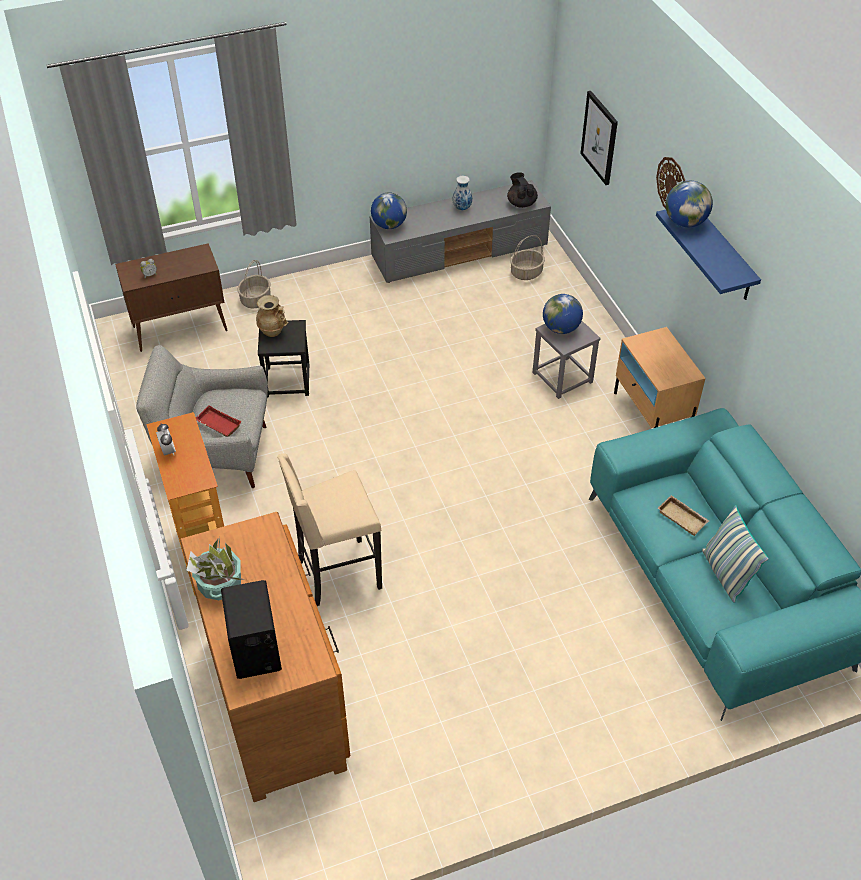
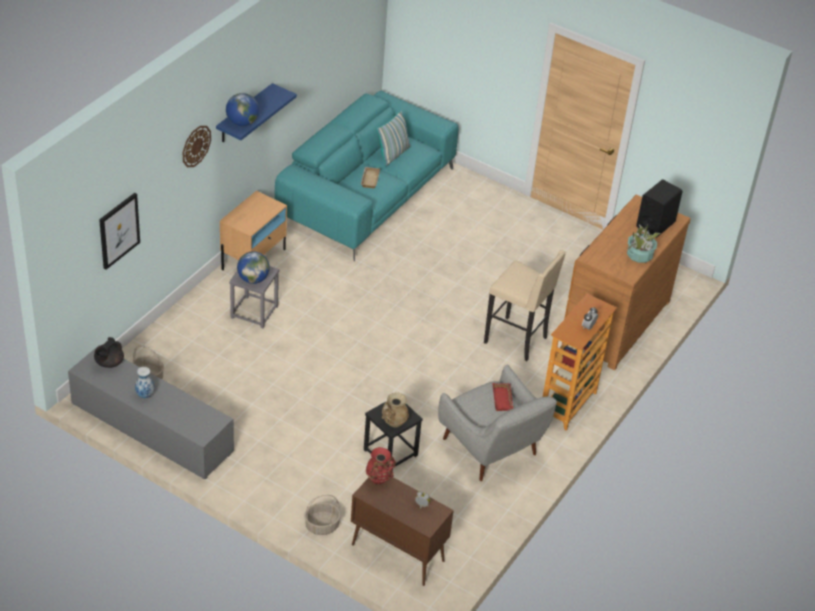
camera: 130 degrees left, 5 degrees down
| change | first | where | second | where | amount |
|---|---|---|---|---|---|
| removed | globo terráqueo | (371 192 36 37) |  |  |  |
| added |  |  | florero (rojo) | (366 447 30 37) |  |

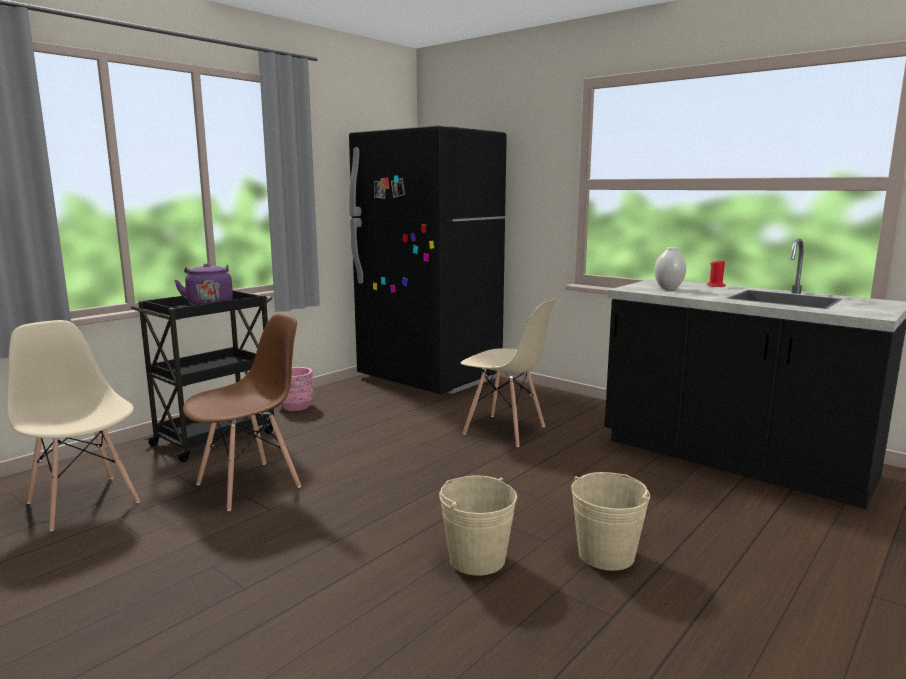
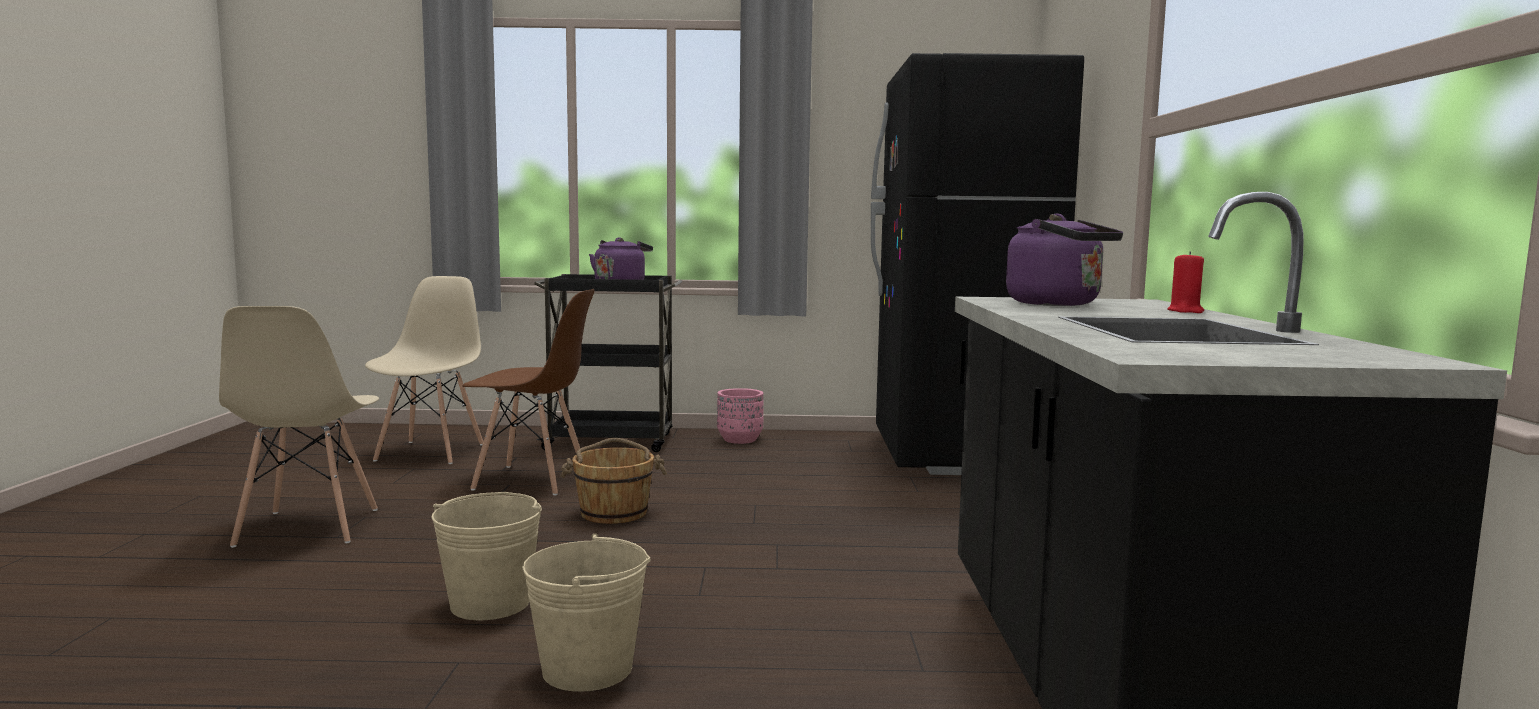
camera: 50 degrees right, 5 degrees down
| change | first | where | second | where | amount |
|---|---|---|---|---|---|
| added |  |  | cubo (marrón) | (560 438 107 86) |  |
| moved | silla (beis) | (461 299 95 148) |  | (219 306 160 242) |  |
| replaced | florero (blanco) | (654 247 32 43) | hervidor (morado) | (1006 214 117 92) |  |

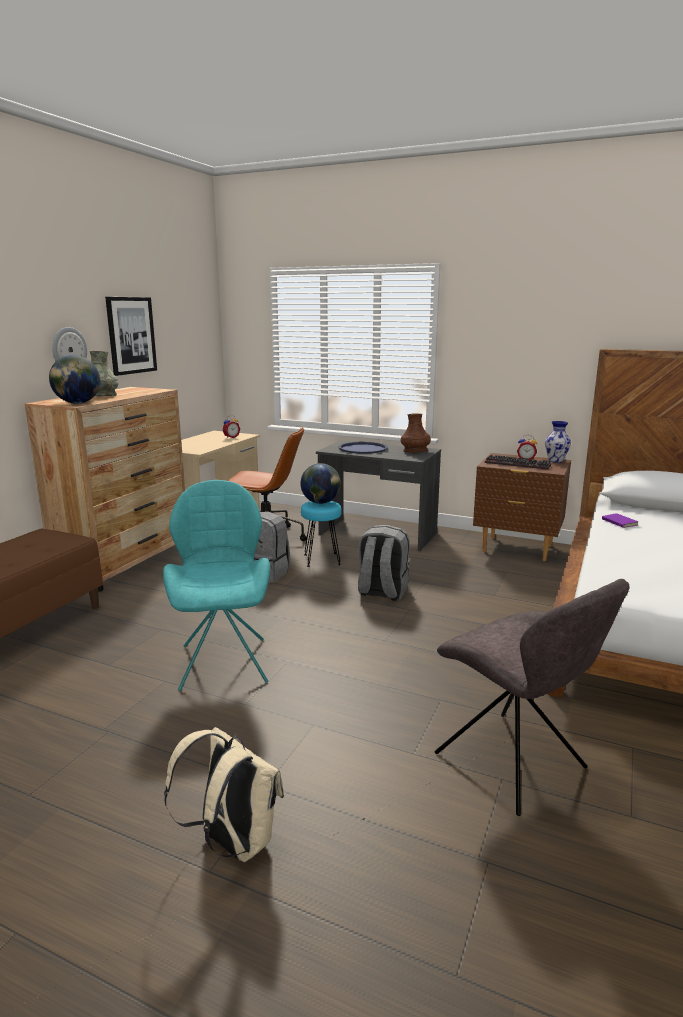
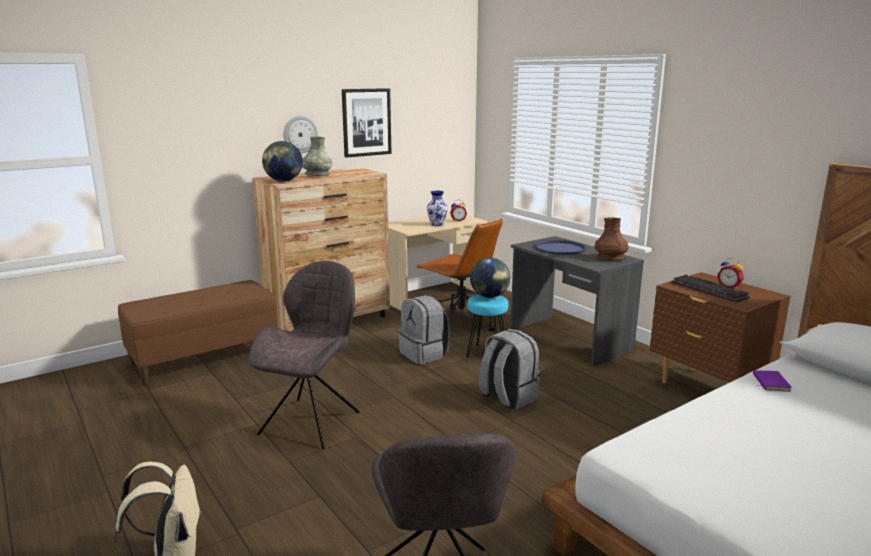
camera: 30 degrees right, 0 degrees up
| change | first | where | second | where | amount |
|---|---|---|---|---|---|
| moved | florero | (545 421 26 42) |  | (427 191 21 35) |  |
| recoloured | silla (turquesa) | (163 480 107 211) | silla (gris) | (248 261 112 188) |  |

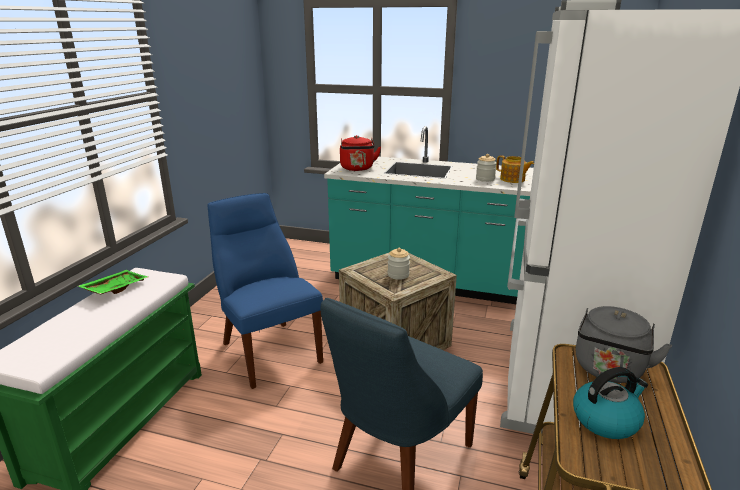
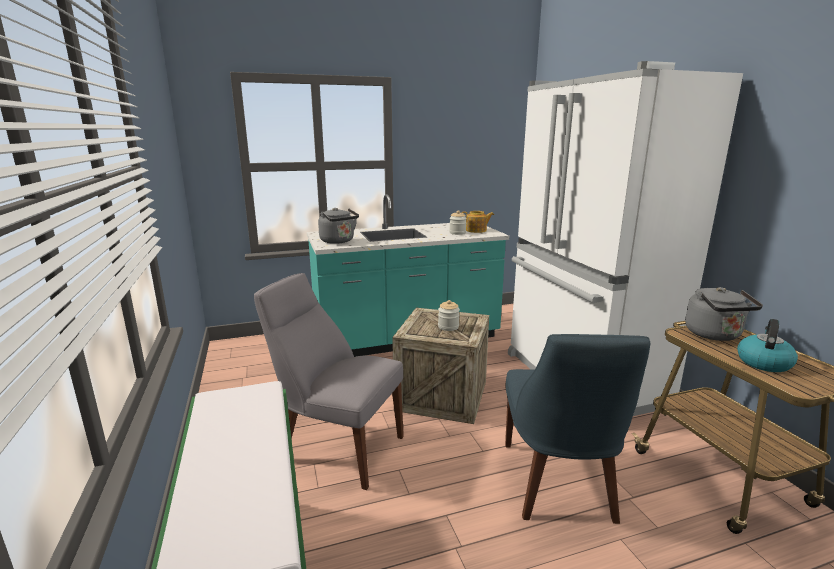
camera: 35 degrees left, 5 degrees down
| change | first | where | second | where | amount |
|---|---|---|---|---|---|
| removed | bandeja (verde) | (78 270 70 24) |  |  |  |
| recoloured | silla (azul) | (208 193 115 196) | silla (gris) | (254 273 150 217) |  |
| recoloured | hervidor (rojo) | (340 135 41 36) | hervidor (gris) | (318 208 41 36) |  |

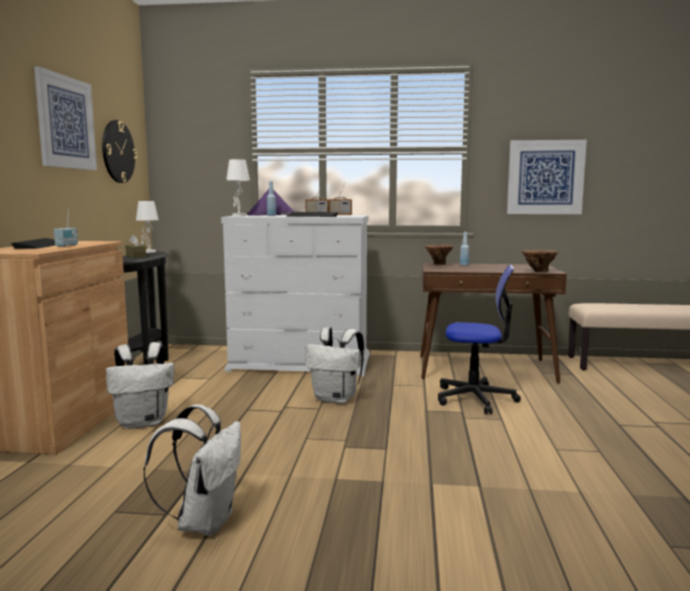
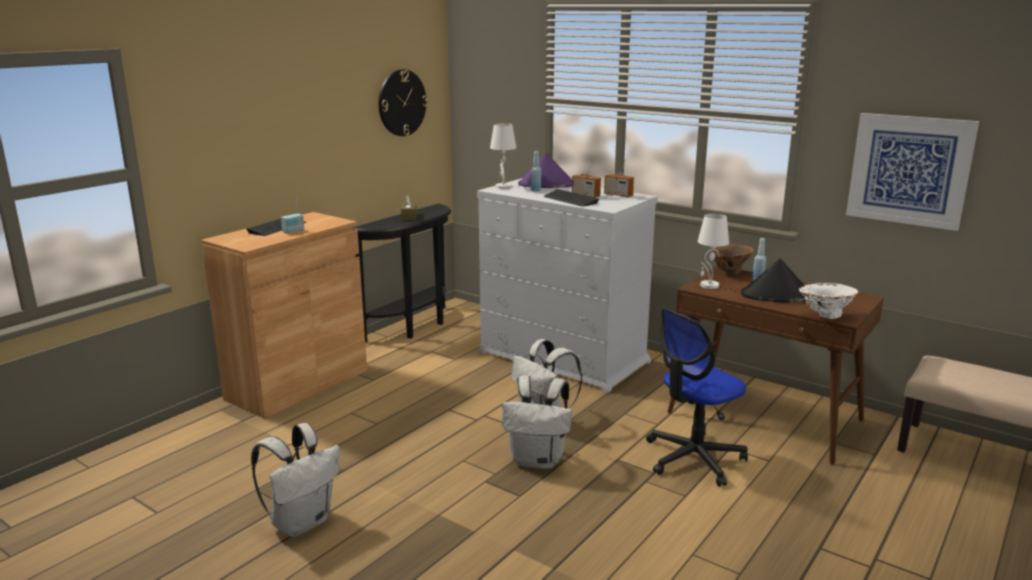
camera: 30 degrees right, 10 degrees up
| change | first | where | second | where | amount |
|---|---|---|---|---|---|
| removed | cuadro | (34 66 63 104) |  |  |  |
| added |  |  | sombrero (negro) | (741 258 65 45) |  |
| moved | mochila (blanco) | (106 342 68 87) |  | (502 376 70 93) |  |
| moved | lámpara de mesa (blanco) | (136 201 23 52) |  | (698 213 31 76) |  |
| recoloured | florero (marrón) | (522 250 36 22) | florero (blanco) | (799 283 60 36) |  |
| turned | silla de oficina | (438 264 83 150) |  | (646 308 102 179) | 105 degrees clockwise |

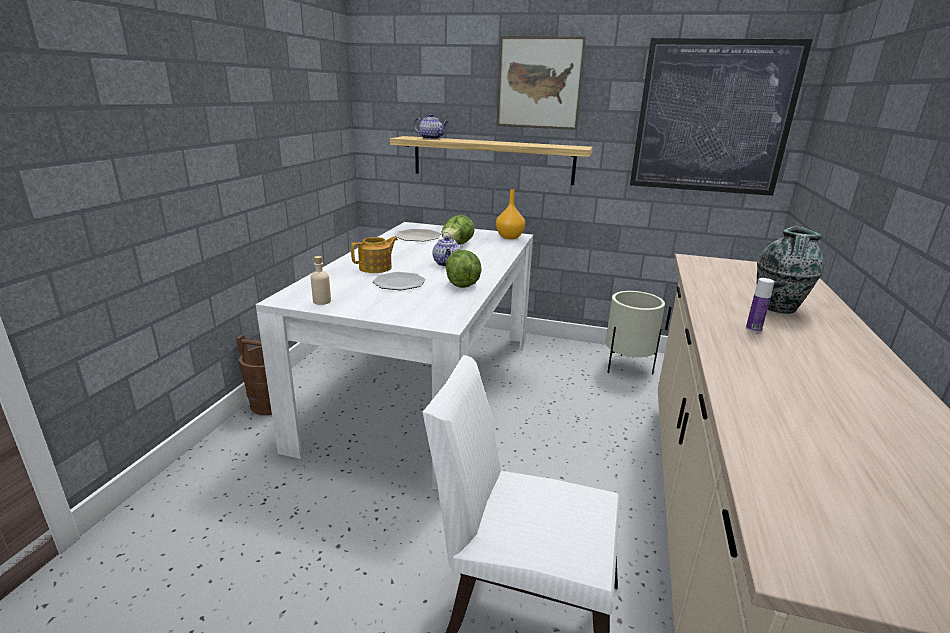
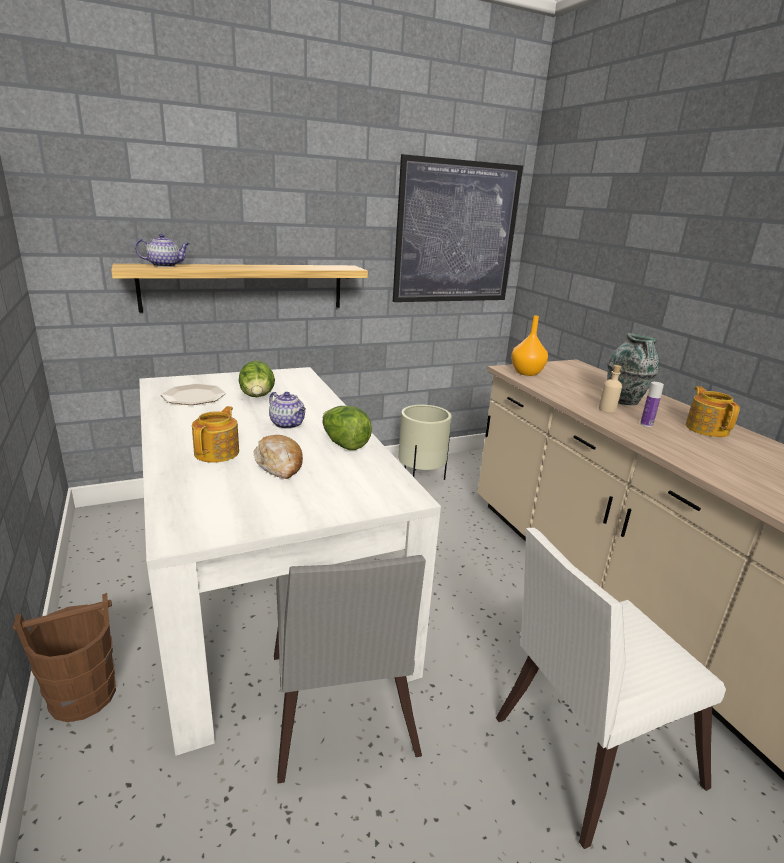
camera: 40 degrees left, 0 degrees up
| change | first | where | second | where | amount |
|---|---|---|---|---|---|
| removed | cuadro | (496 36 90 94) |  |  |  |
| added |  |  | silla (gris) | (274 555 152 229) |  |
| added |  |  | tetera | (685 386 55 51) |  |
| moved | botella (beis) | (311 256 20 49) |  | (599 365 23 48) |  |
| moved | florero (naranja) | (496 189 29 50) |  | (511 315 37 61) |  |
| replaced | plato | (372 272 54 18) | pan | (254 435 49 44) |  |

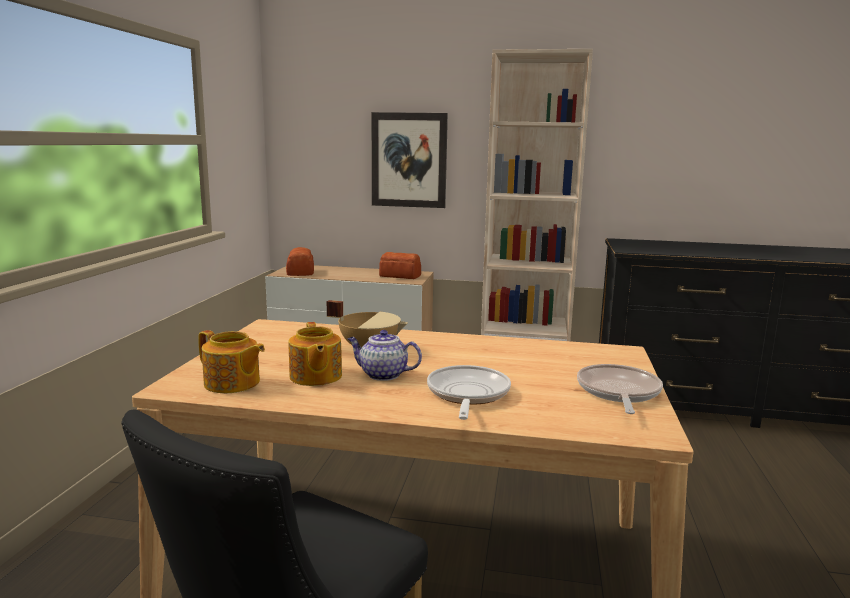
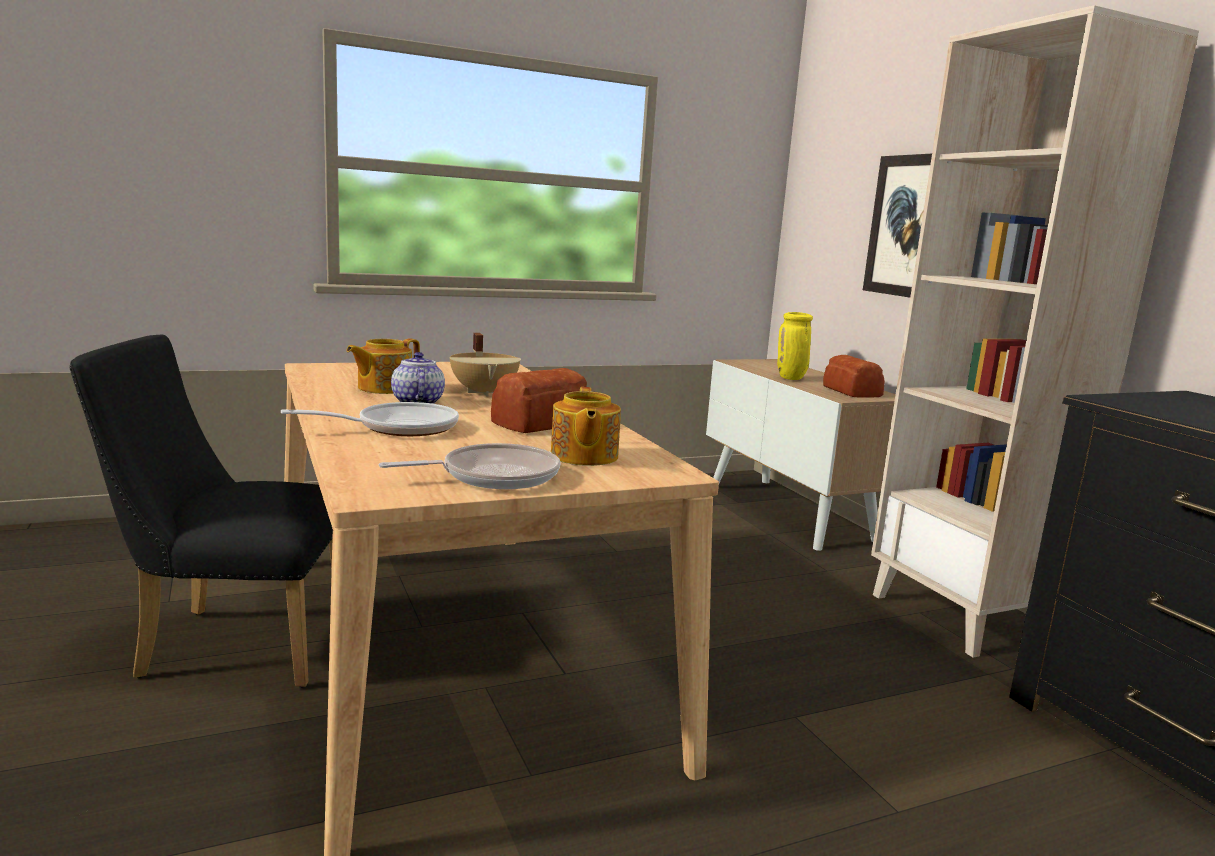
camera: 55 degrees right, 0 degrees up
| change | first | where | second | where | amount |
|---|---|---|---|---|---|
| added |  |  | florero (amarillo) | (777 312 36 68) |  |
| moved | tetera | (198 330 67 63) |  | (551 387 70 79) |  |
| moved | pan | (286 247 28 29) |  | (491 368 96 65) |  |

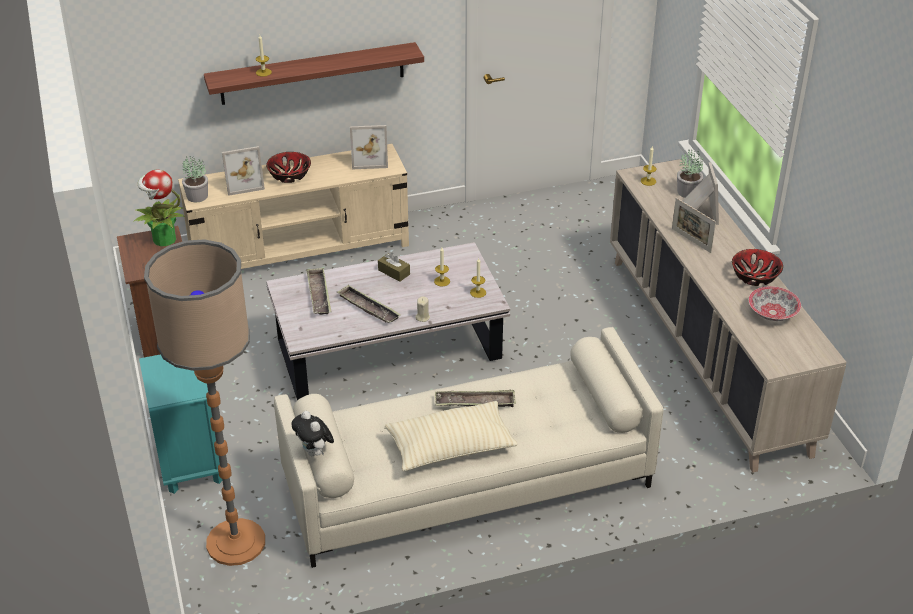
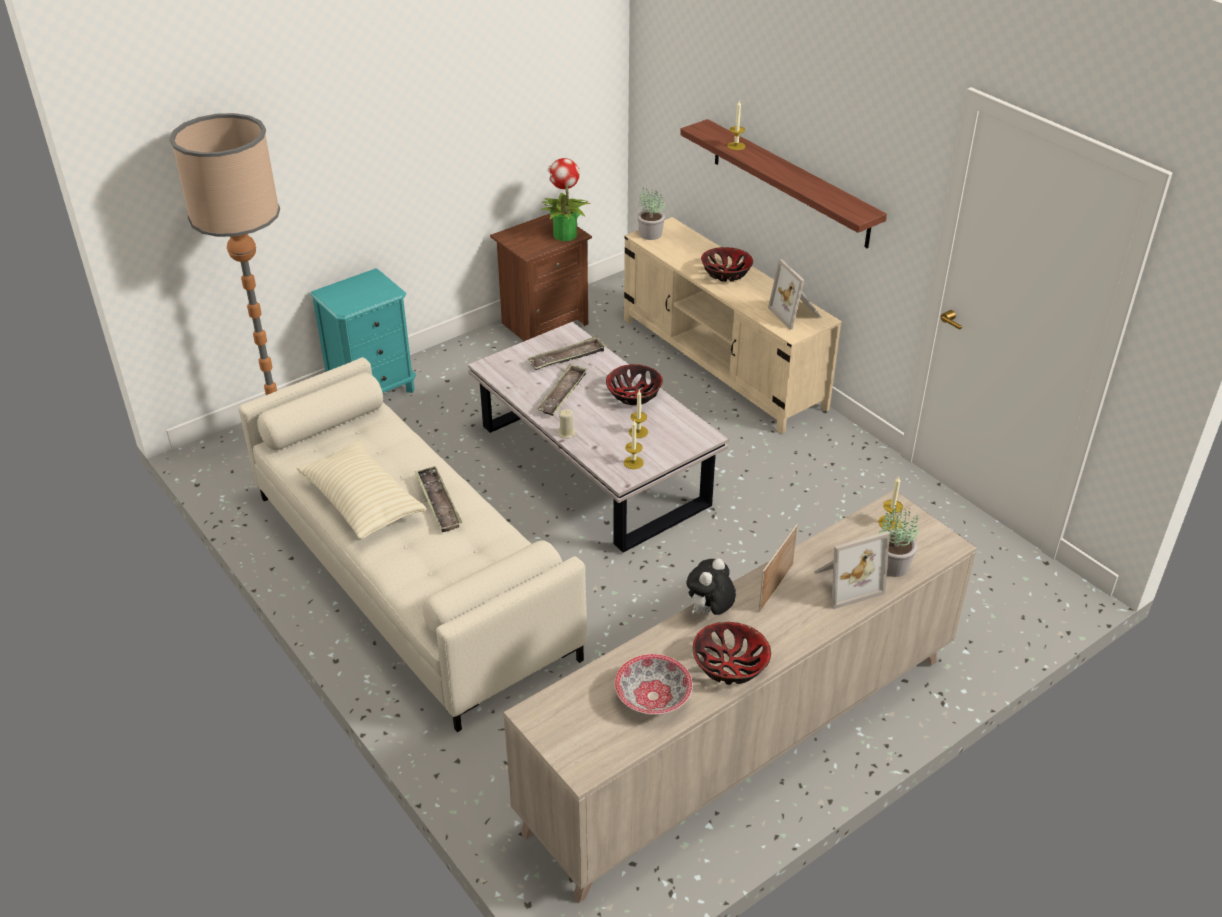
camera: 70 degrees right, 0 degrees up
| change | first | where | second | where | amount |
|---|---|---|---|---|---|
| removed | portarretratos | (222 146 43 50) |  |  |  |
| moved | peluche | (292 411 42 45) |  | (686 558 50 57) |  |
| replaced | caja de pañuelos (marrón) | (378 253 32 29) | cuenco | (606 364 57 41) |  |

